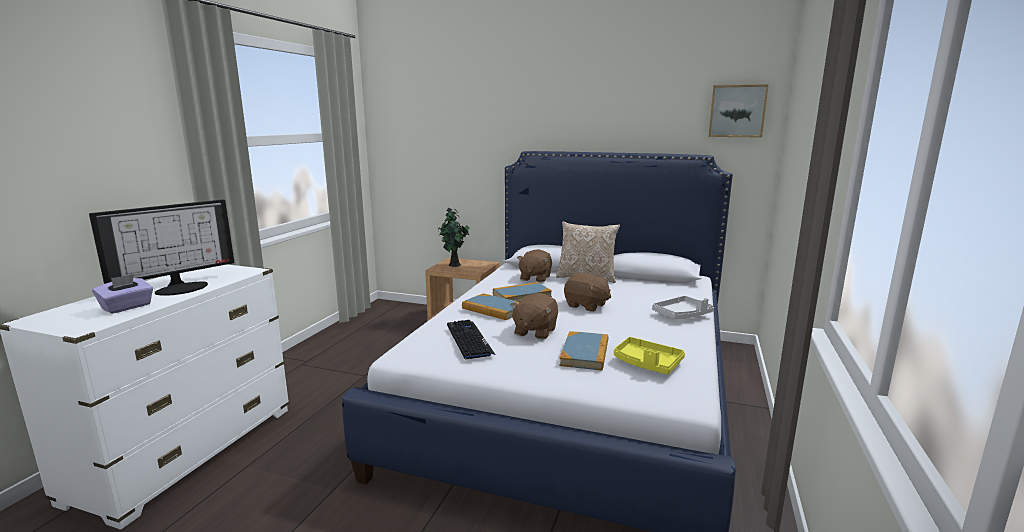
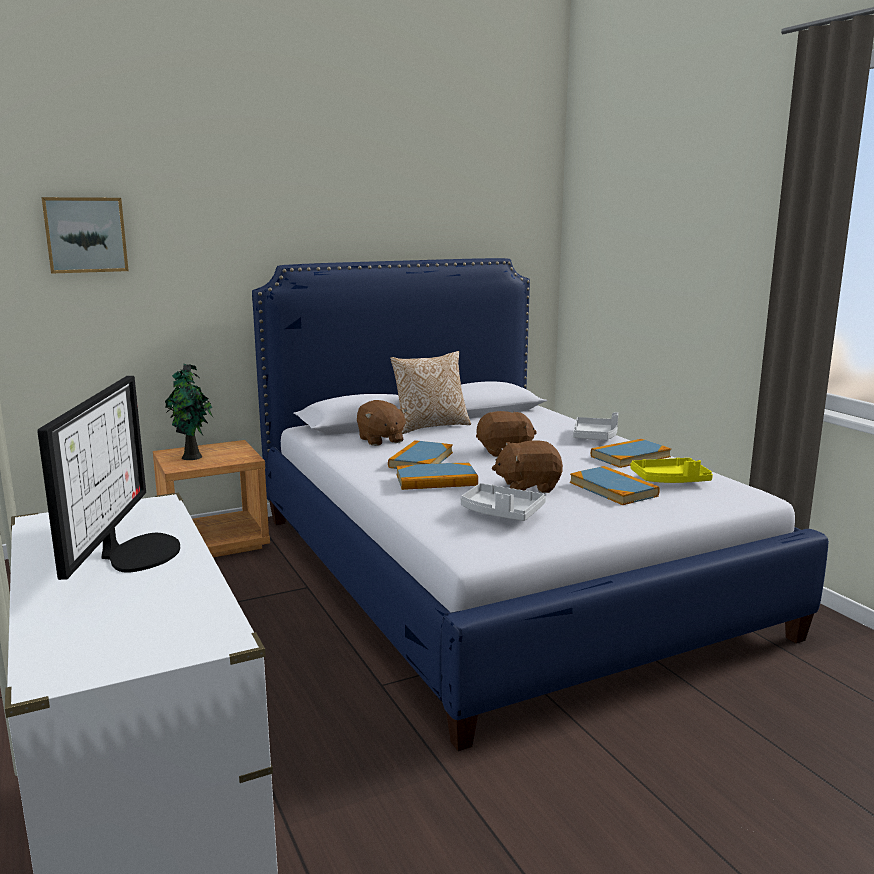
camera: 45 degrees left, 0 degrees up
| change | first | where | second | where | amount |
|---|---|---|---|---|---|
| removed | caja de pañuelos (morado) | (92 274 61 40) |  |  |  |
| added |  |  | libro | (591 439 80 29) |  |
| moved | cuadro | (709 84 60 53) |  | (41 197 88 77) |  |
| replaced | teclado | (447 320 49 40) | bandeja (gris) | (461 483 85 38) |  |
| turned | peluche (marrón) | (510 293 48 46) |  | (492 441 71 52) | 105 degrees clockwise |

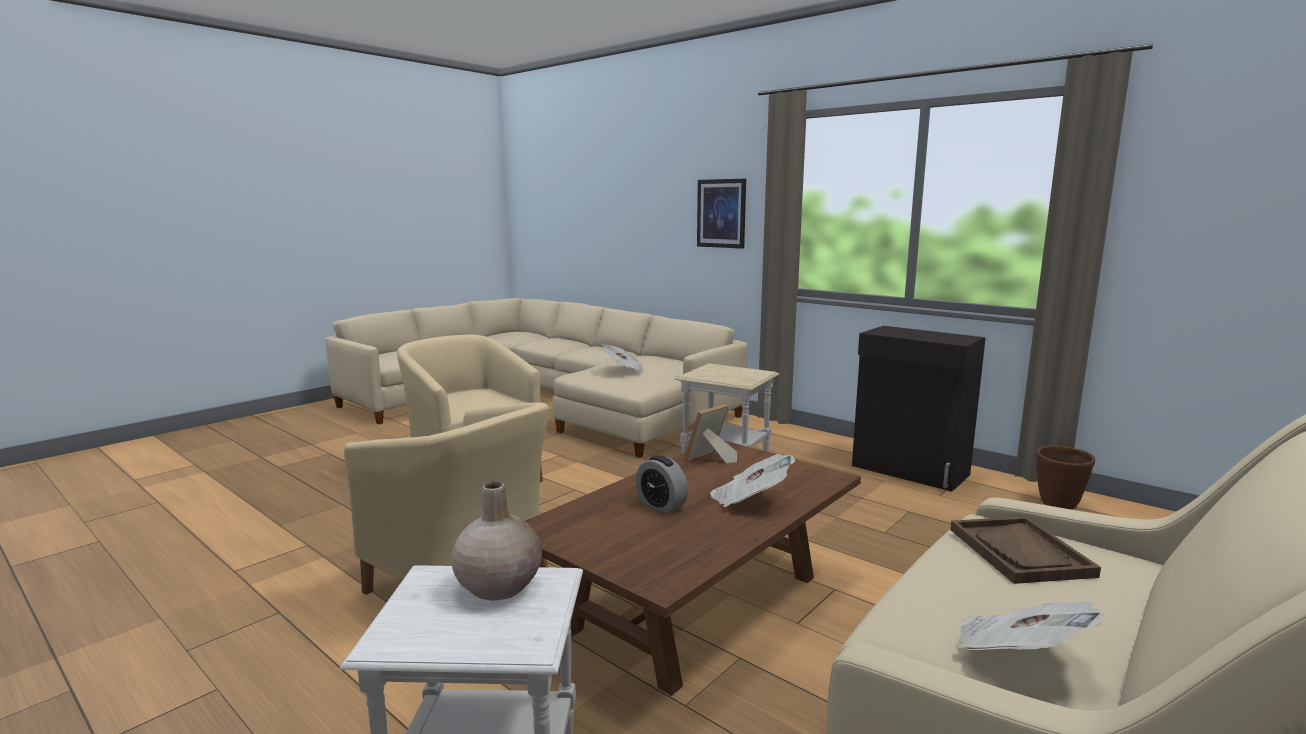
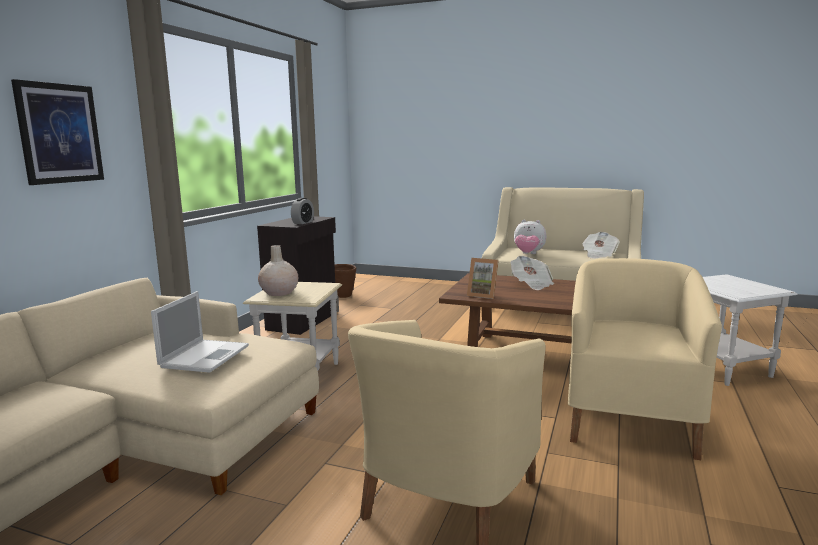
camera: 110 degrees left, 0 degrees up
| change | first | where | second | where | amount |
|---|---|---|---|---|---|
| moved | florero (beis) | (451 482 91 119) |  | (258 245 40 51) |  |
| moved | despertador | (636 455 52 58) |  | (291 198 23 26) |  |
| replaced | periódico | (601 344 43 28) | portátil | (151 291 98 82) |  |
| replaced | bandeja (marrón) | (950 516 151 68) | peluche | (514 220 32 34) |  |

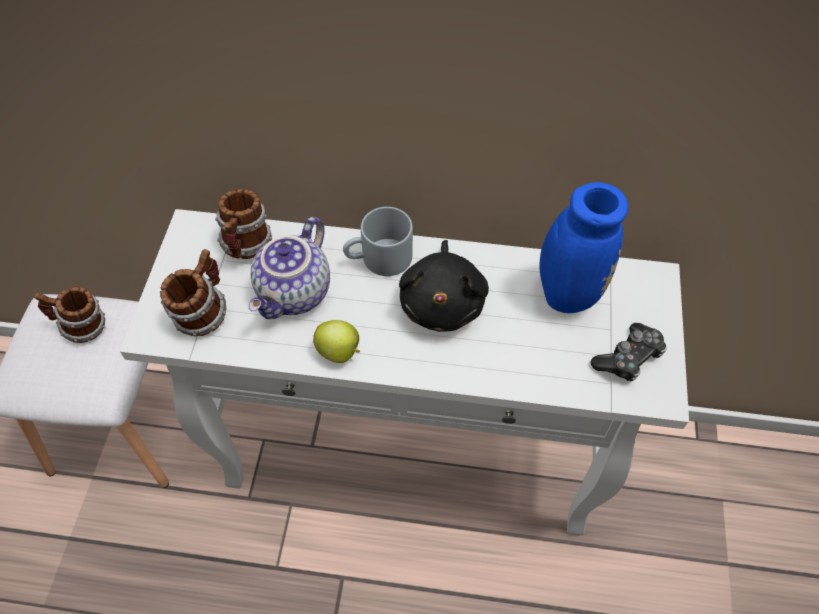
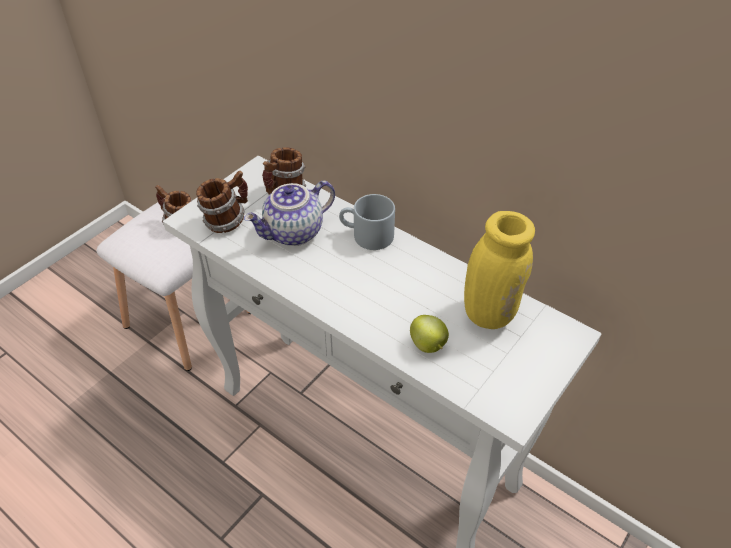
camera: 30 degrees right, 10 degrees down
| change | first | where | second | where | amount |
|---|---|---|---|---|---|
| removed | peluche (negro) | (399 240 90 92) |  |  |  |
| removed | mando de consola | (591 323 76 59) |  |  |  |
| moved | manzana | (313 320 47 43) |  | (410 315 39 38) |  |
| recoloured | florero (azul) | (485 144 143 169) | florero (amarillo) | (451 158 84 171) |  |

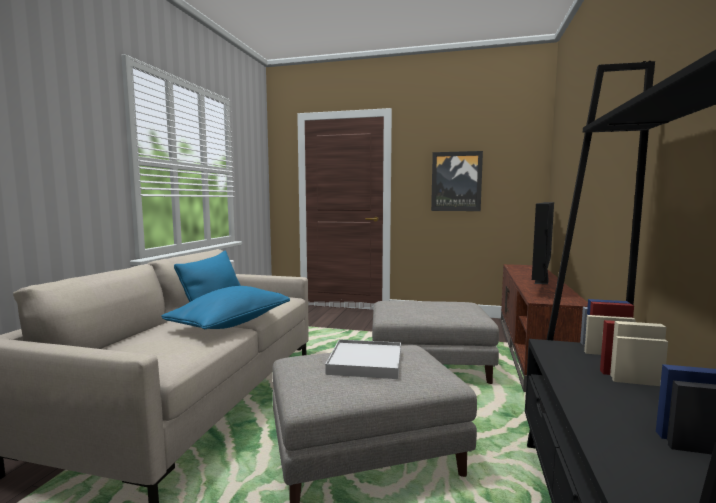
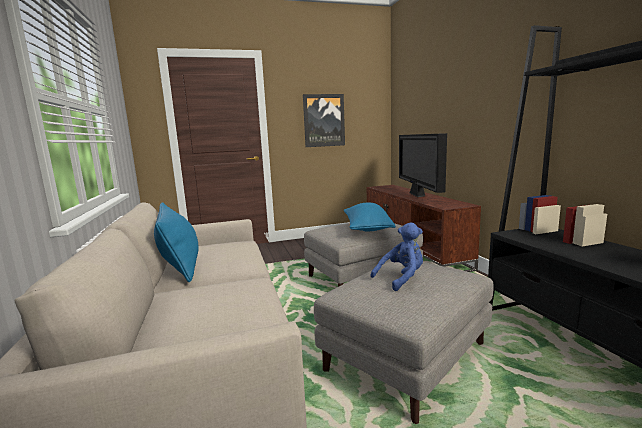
camera: 30 degrees left, 5 degrees up
| change | first | where | second | where | amount |
|---|---|---|---|---|---|
| moved | cojín (azul) | (161 286 129 43) |  | (344 203 52 28) |  |
| replaced | bandeja (blanco) | (325 339 76 40) | peluche (azul) | (371 222 52 69) |  |

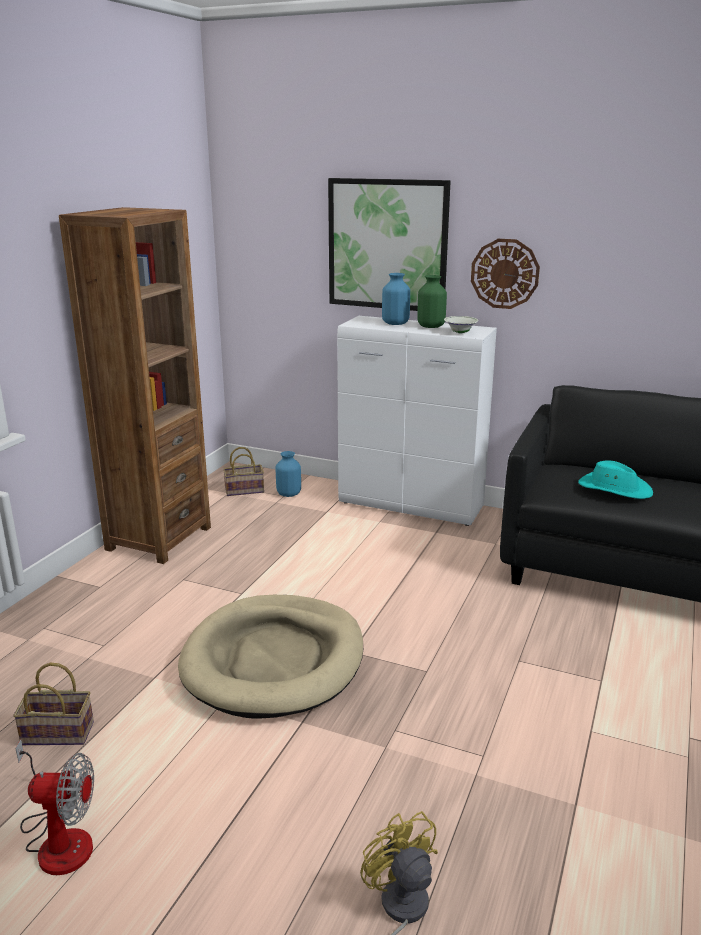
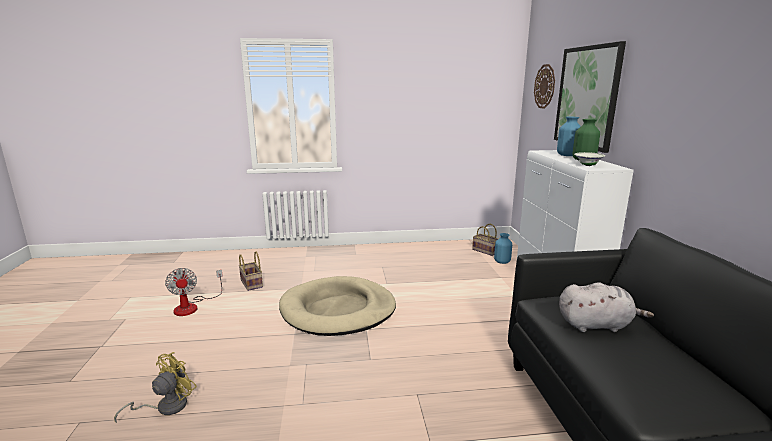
camera: 60 degrees right, 5 degrees down
| change | first | where | second | where | amount |
|---|---|---|---|---|---|
| removed | estantería (marrón) | (59 207 152 357) |  |  |  |
| moved | reloj de pared | (471 239 69 70) |  | (534 64 21 45) |  |
| replaced | sombrero (turquesa) | (578 460 75 39) | peluche (gris) | (559 282 95 50) |  |

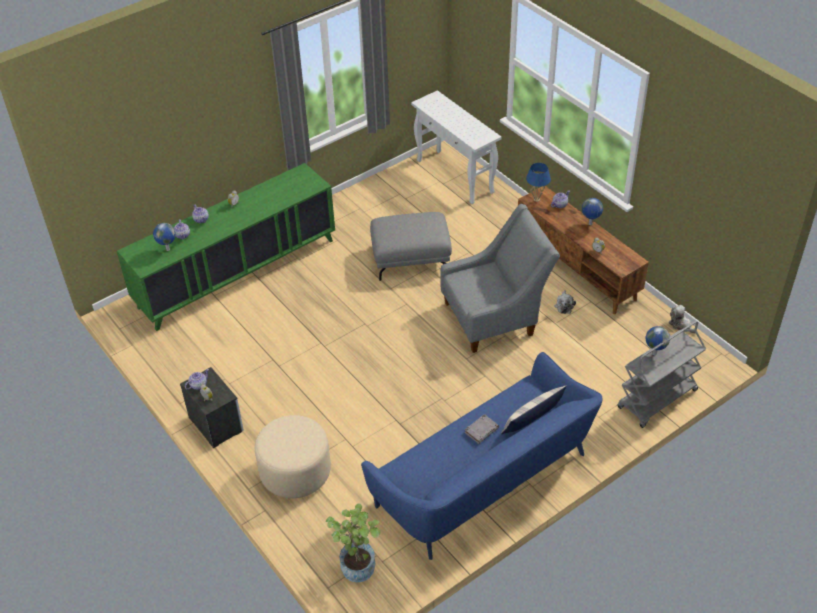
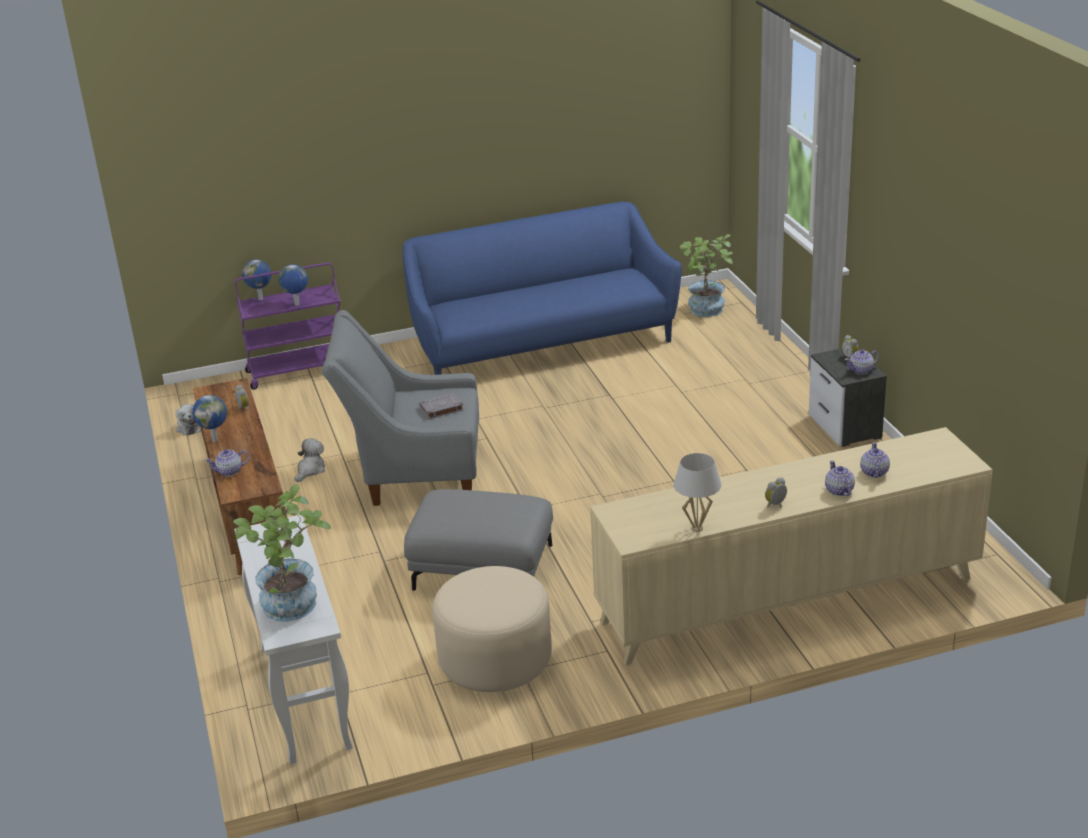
camera: 160 degrees left, 15 degrees down
| change | first | where | second | where | amount |
|---|---|---|---|---|---|
| removed | cojín | (501 385 66 49) |  |  |  |
| removed | lámpara de mesa (azul) | (526 163 25 39) |  |  |  |
| added |  |  | planta en maceta | (233 485 98 137) |  |
| added |  |  | lámpara de mesa (blanco) | (674 453 47 79) |  |
| moved | globo terráqueo | (153 223 23 28) |  | (242 259 29 41) |  |
| moved | puf (beis) | (255 415 76 83) |  | (432 566 120 126) |  |
| moved | libro (gris) | (464 414 35 30) |  | (419 393 45 26) |  |
| recoloured | armario (verde) | (117 163 218 168) | armario (beis) | (590 427 403 239) |  |
| recoloured | carrito (gris) | (617 321 89 107) | carrito (morado) | (235 262 105 128) |  |

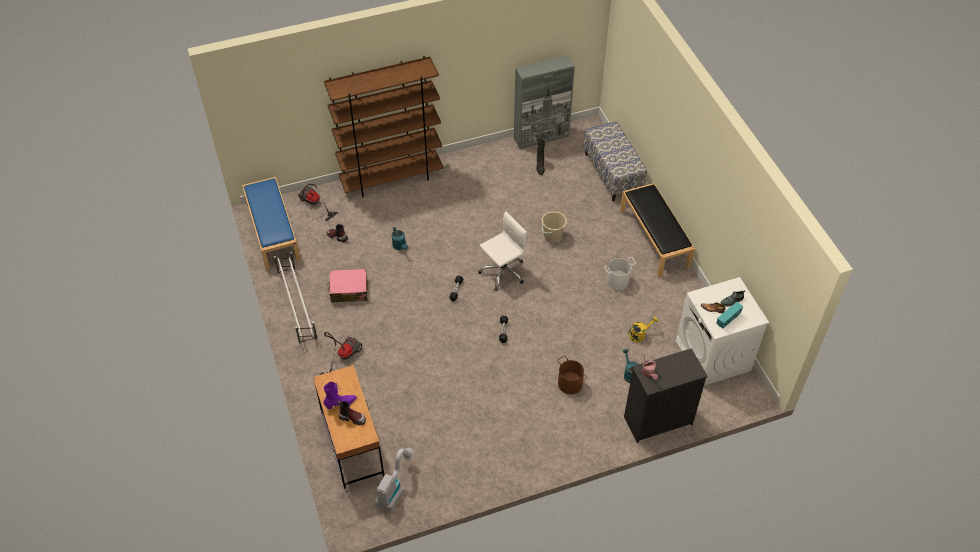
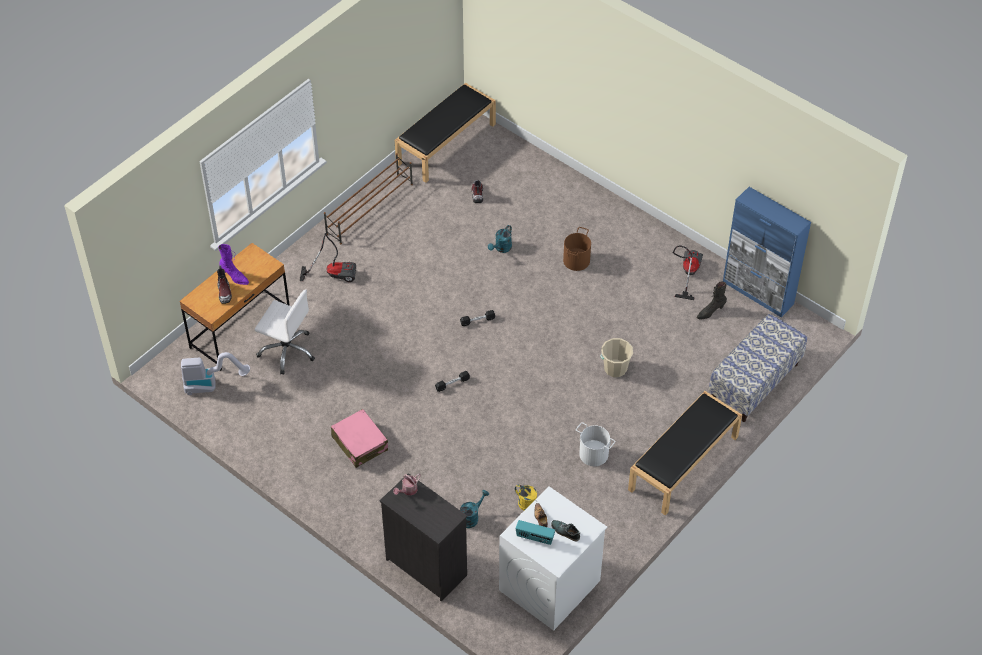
camera: 60 degrees right, 0 degrees up
| change | first | where | second | where | amount |
|---|---|---|---|---|---|
| removed | estantería (marrón) | (324 56 119 141) |  |  |  |
| moved | aspiradora | (297 184 41 37) |  | (672 246 31 54) |  |
| moved | maleta (rosa) | (328 269 40 34) |  | (331 409 57 59) |  |
| moved | silla de oficina (blanco) | (478 212 49 79) |  | (254 290 61 85) |  |
| moved | cubo (marrón) | (557 356 30 38) |  | (563 227 28 44) |  |
| recoloured | banco (azul) | (242 177 59 93) | banco (negro) | (395 83 101 100) |  |
| recoloured | zapatero (blanco) | (274 252 44 93) | zapatero (marrón) | (324 153 89 91) |  |
| recoloured | armario (gris) | (514 55 61 94) | armario (azul) | (723 187 88 130) |  |

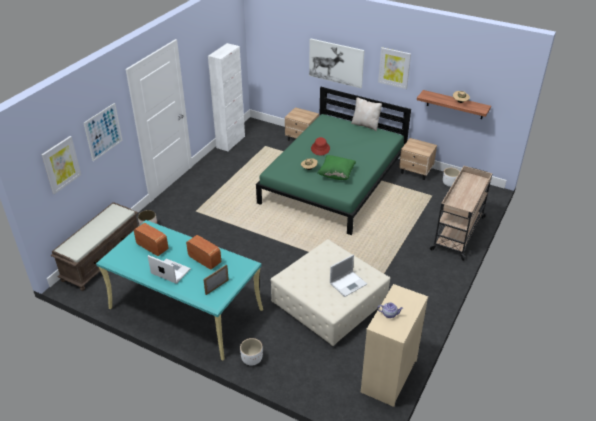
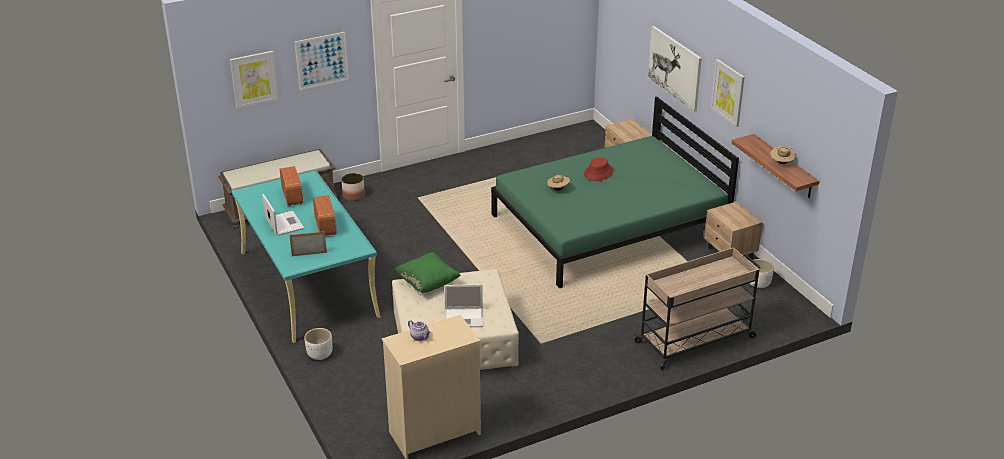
camera: 35 degrees right, 5 degrees down
| change | first | where | second | where | amount |
|---|---|---|---|---|---|
| removed | armario (blanco) | (208 43 37 108) |  |  |  |
| removed | cojín (beis) | (351 97 31 34) |  |  |  |
| moved | cojín (verde) | (317 155 39 25) |  | (394 252 66 41) |  |

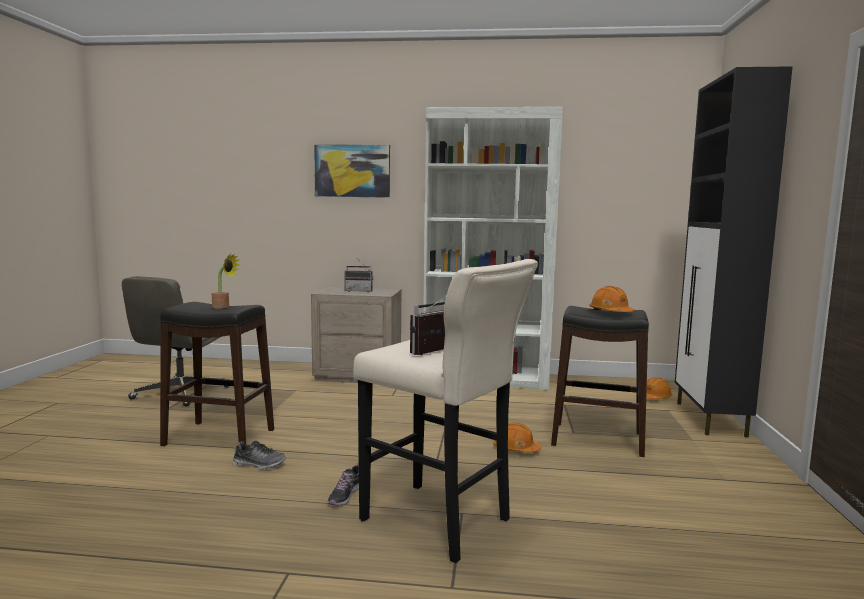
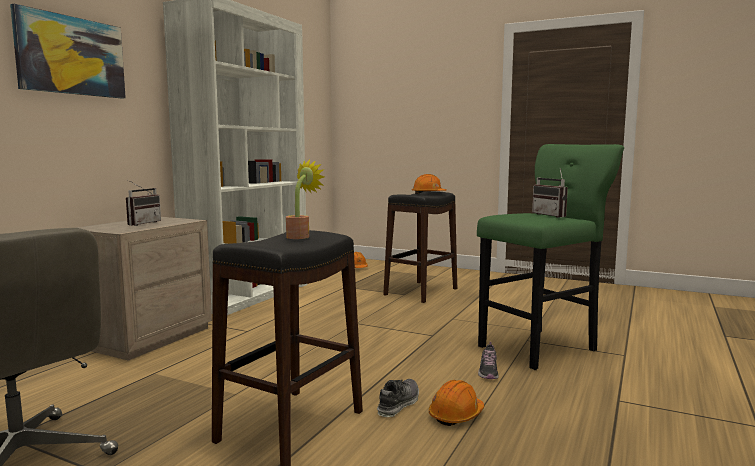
camera: 70 degrees left, 0 degrees up
| change | first | where | second | where | amount |
|---|---|---|---|---|---|
| removed | armario (negro) | (675 66 118 372) |  |  |  |
| moved | casco (naranja) | (493 423 48 30) |  | (429 380 55 46) |  |
| recoloured | taburete (beis) | (353 259 185 304) | taburete (verde) | (477 144 147 226) |  |
| turned | zapato | (328 462 31 44) |  | (478 342 21 37) | 60 degrees clockwise |

